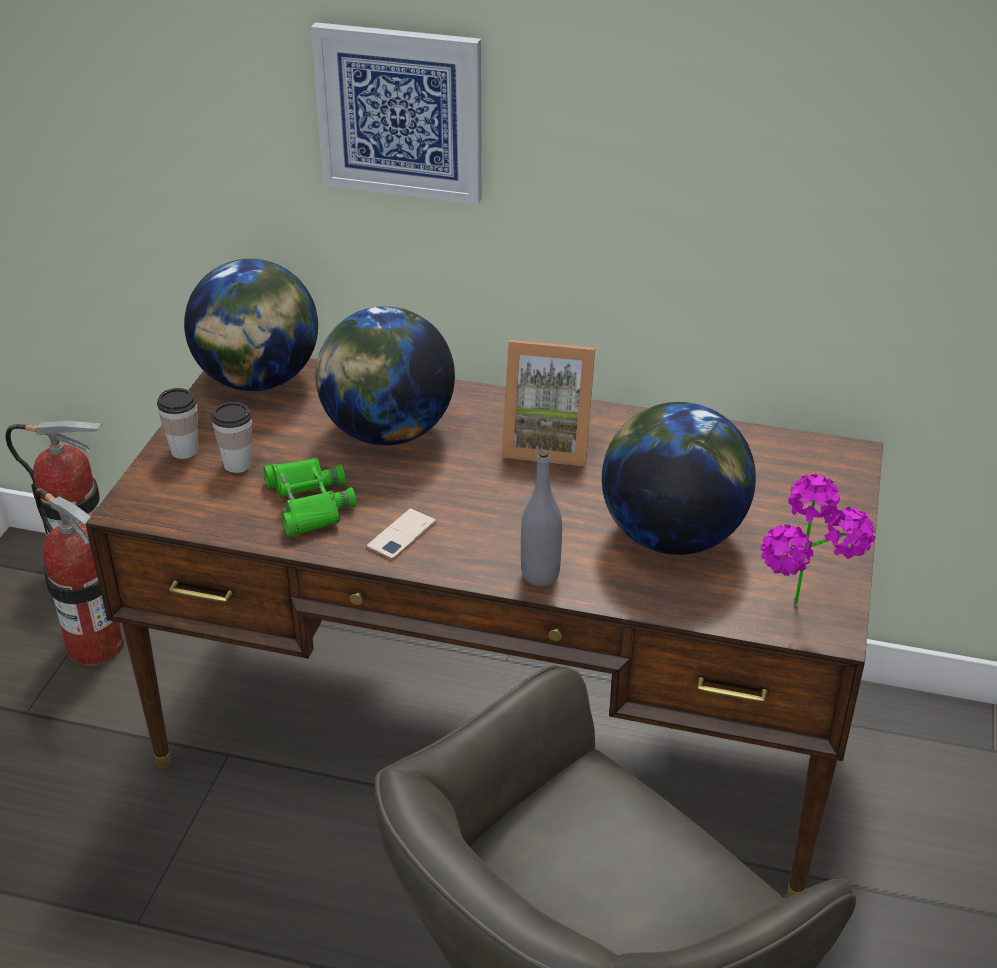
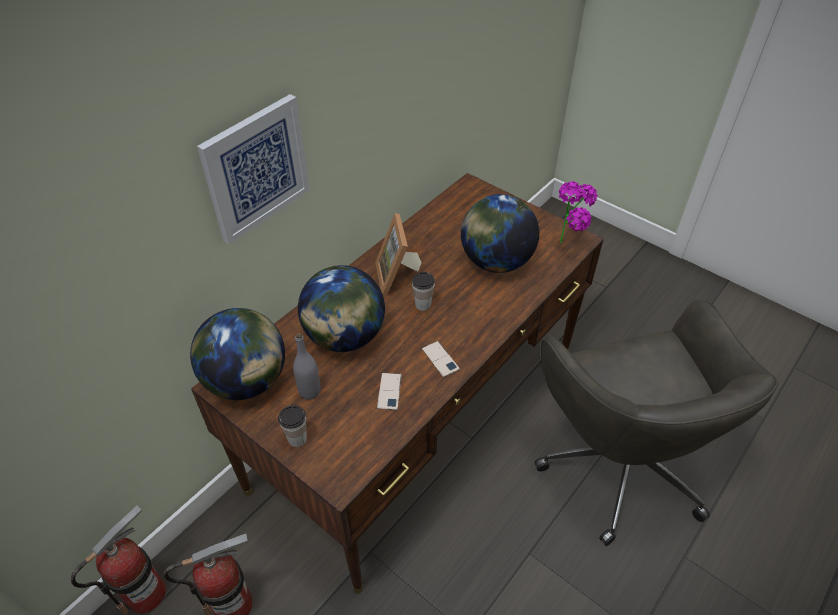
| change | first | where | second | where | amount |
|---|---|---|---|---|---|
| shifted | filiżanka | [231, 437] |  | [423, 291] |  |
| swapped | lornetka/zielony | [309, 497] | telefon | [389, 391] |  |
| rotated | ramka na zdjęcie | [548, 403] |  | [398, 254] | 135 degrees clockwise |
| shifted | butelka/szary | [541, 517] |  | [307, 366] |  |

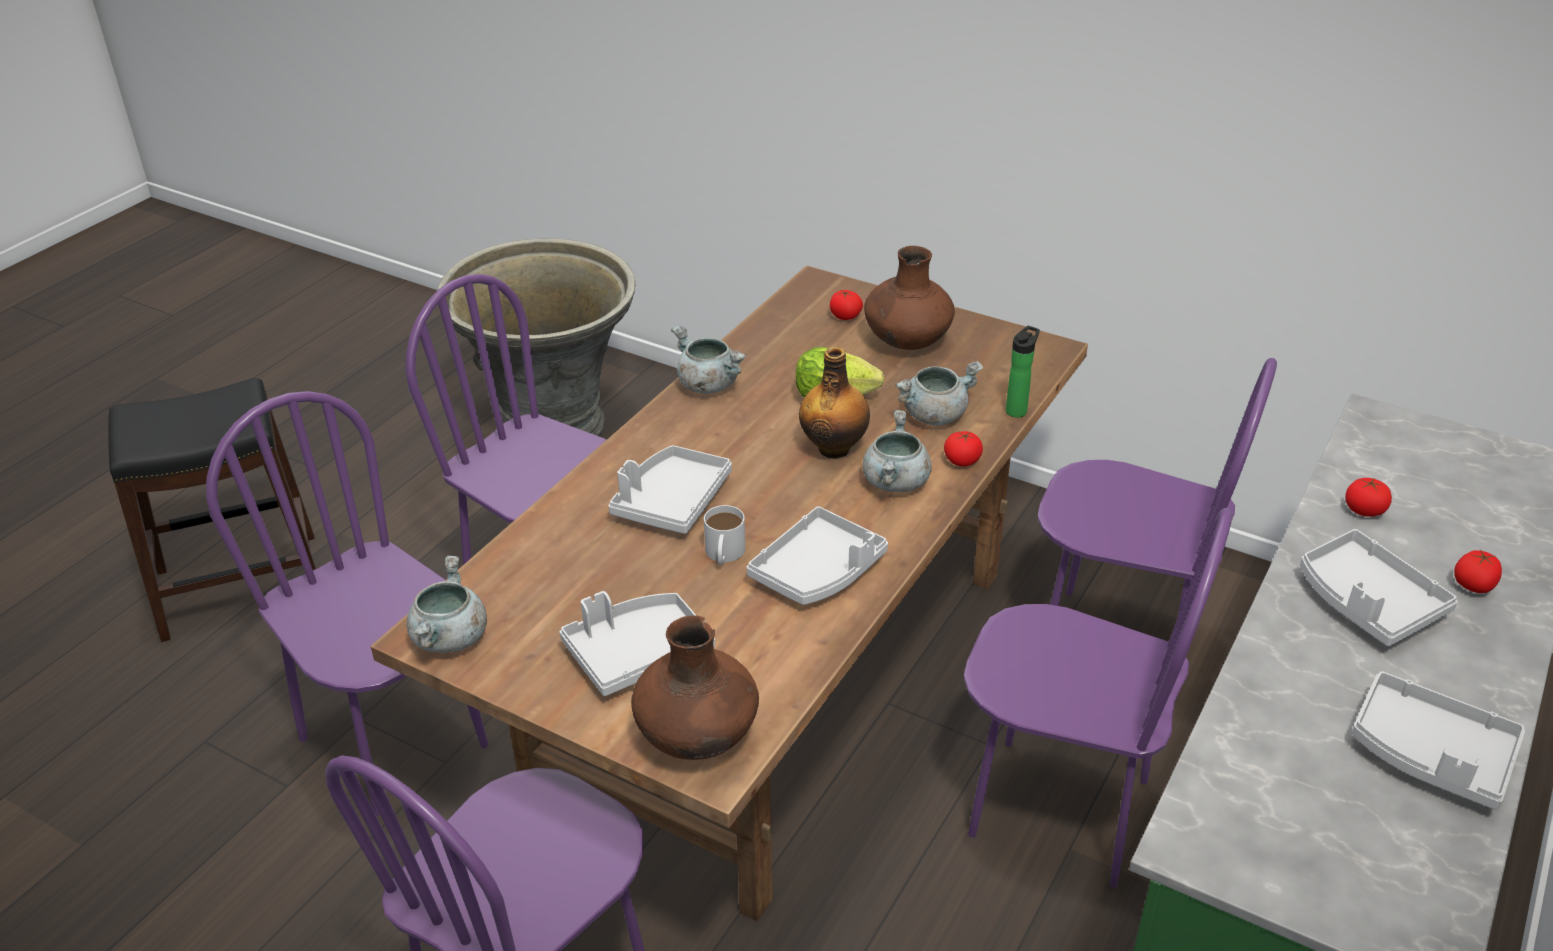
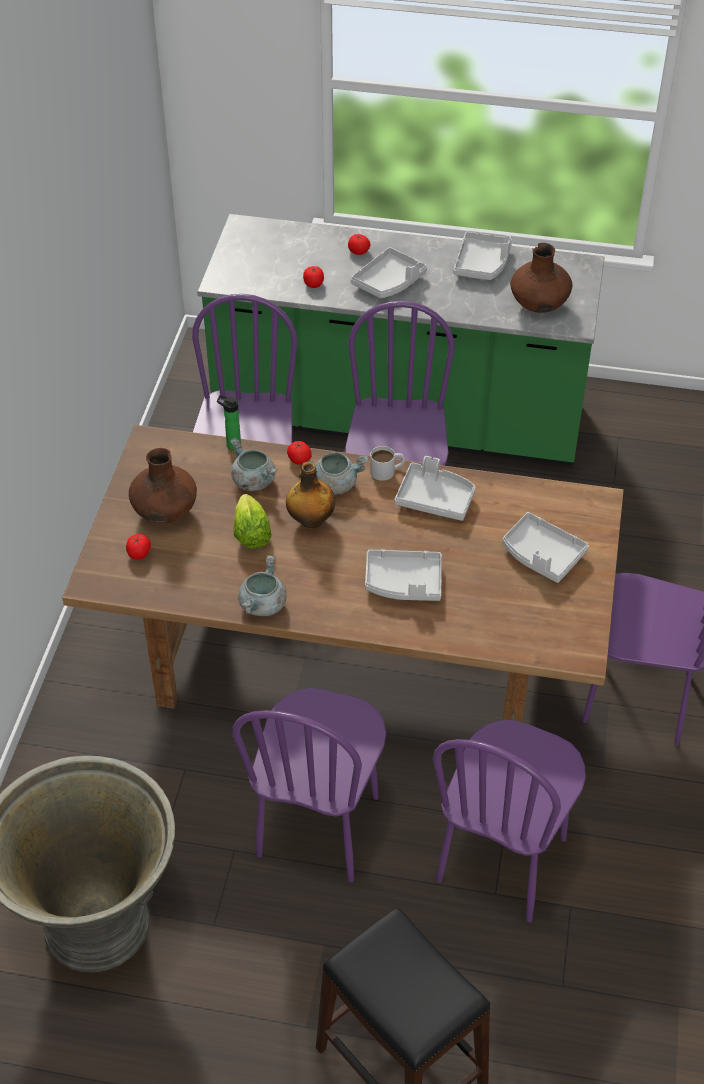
| change | first | where | second | where | amount |
|---|---|---|---|---|---|
| gone | garnek/szary | [446, 604] |  |  |  |
| shifted | wazon/brązowy | [695, 688] |  | [541, 278] |  |
| shifted | kubek/biały | [724, 535] |  | [387, 463] |  |

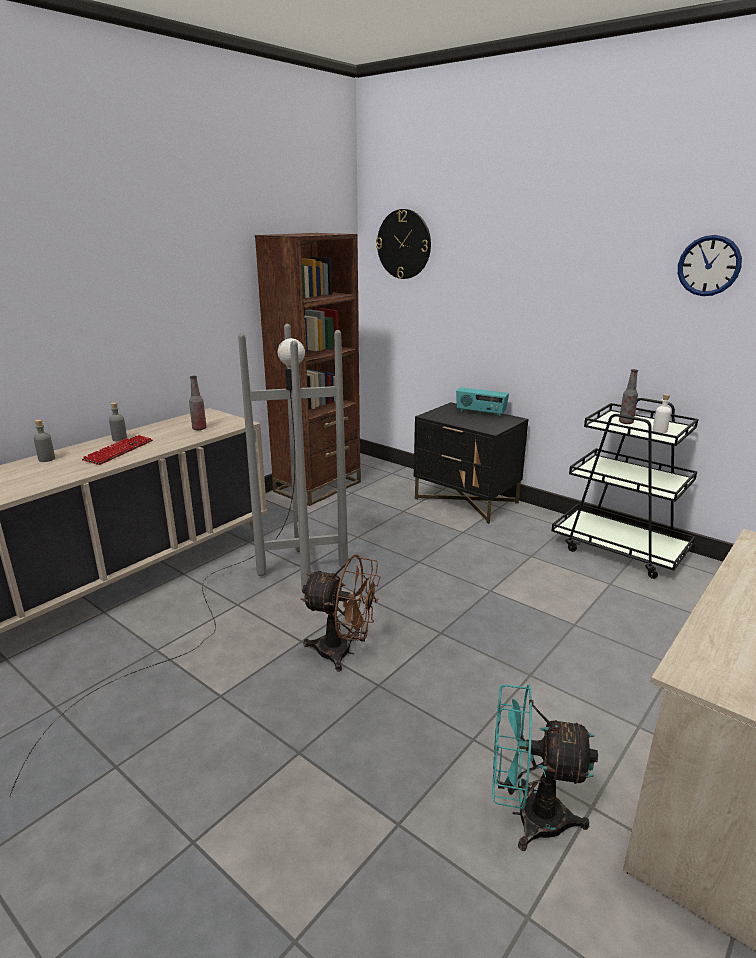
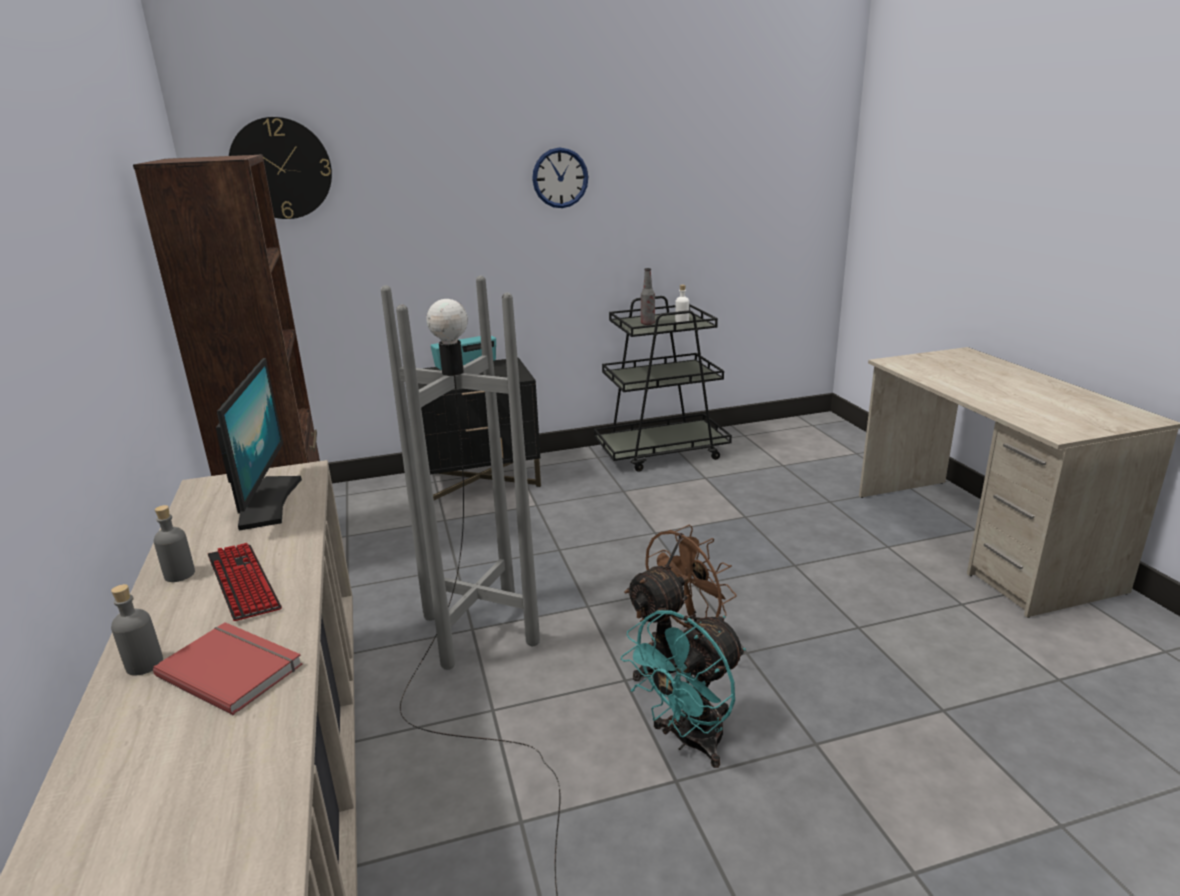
| change | first | where | second | where | amount |
|---|---|---|---|---|---|
| swapped | butelka | [198, 403] | monitor | [259, 444] |  |
| shifted | wentylator/turkusowy | [545, 767] |  | [683, 689] |  |
| shifted | zegar ścienny | [710, 265] |  | [560, 178] |  |
| new |  |  | książka/czerwony | [228, 668] |  |

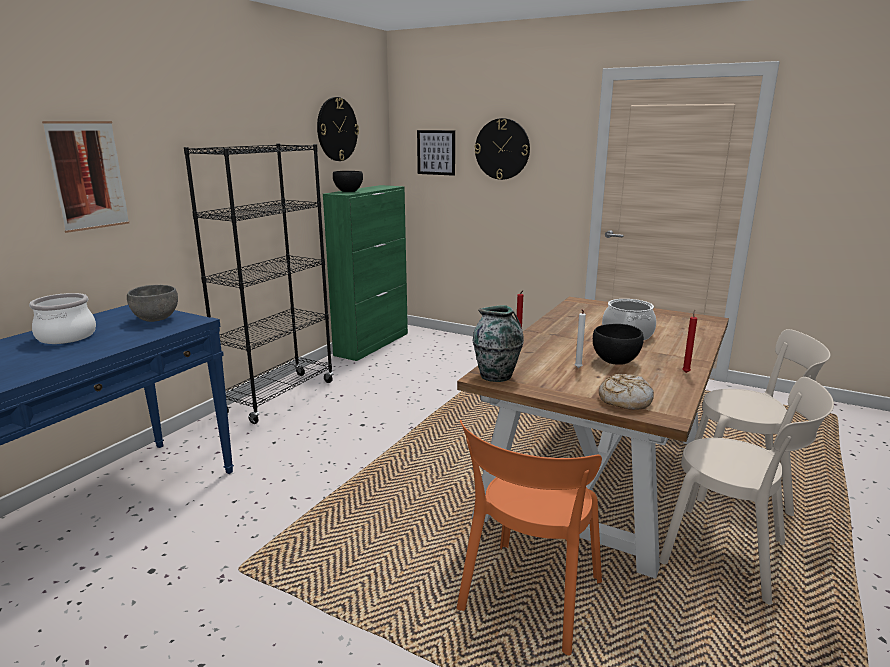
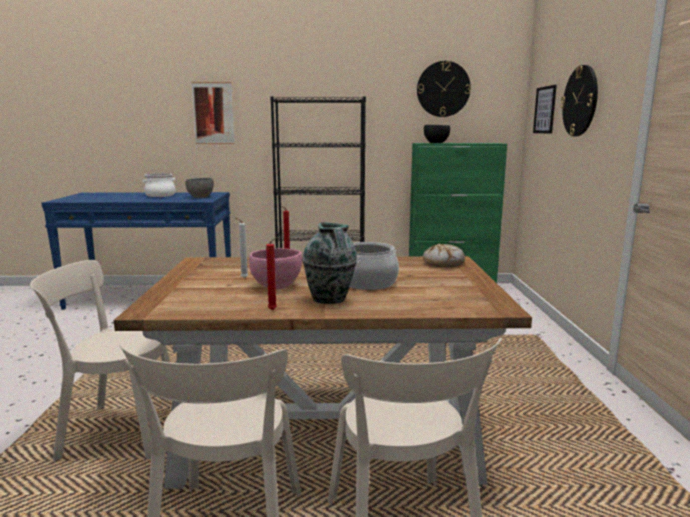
| change | first | where | second | where | amount |
|---|---|---|---|---|---|
| repainted | krzesło/pomarańczowy | [529, 537] | krzesło/beżowy | [100, 360] |  |
| shifted | wazon | [498, 343] |  | [329, 263] |  |
| repainted | miska/czarny | [618, 344] | miska/różowy | [275, 268] |  |
| shifted | chleb | [626, 392] |  | [444, 255] |  |

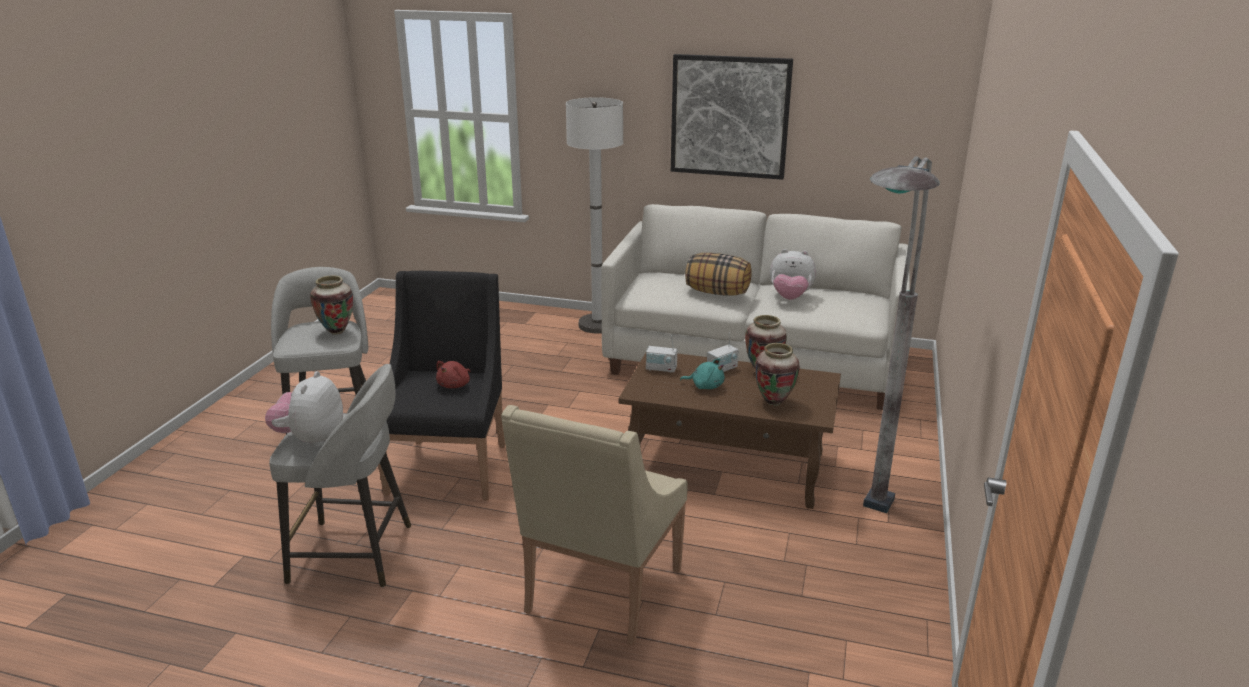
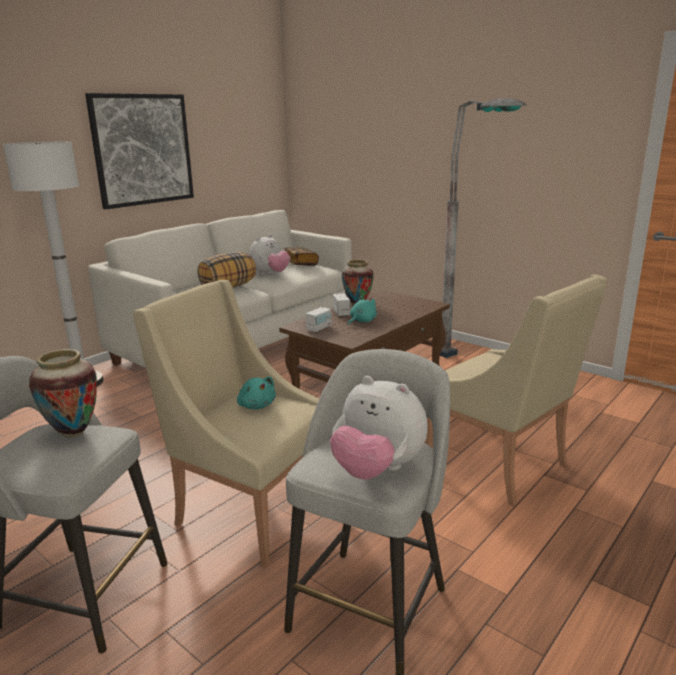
| change | first | where | second | where | amount |
|---|---|---|---|---|---|
| repainted | fotel/czarny | [441, 385] | fotel/beżowy | [226, 423] |  |
| repainted | pluszak/czerwony | [453, 374] | pluszak/turkusowy | [256, 393] |  |
| gone | wazon | [777, 374] |  |  |  |
| new |  |  | książka | [302, 256] |  |

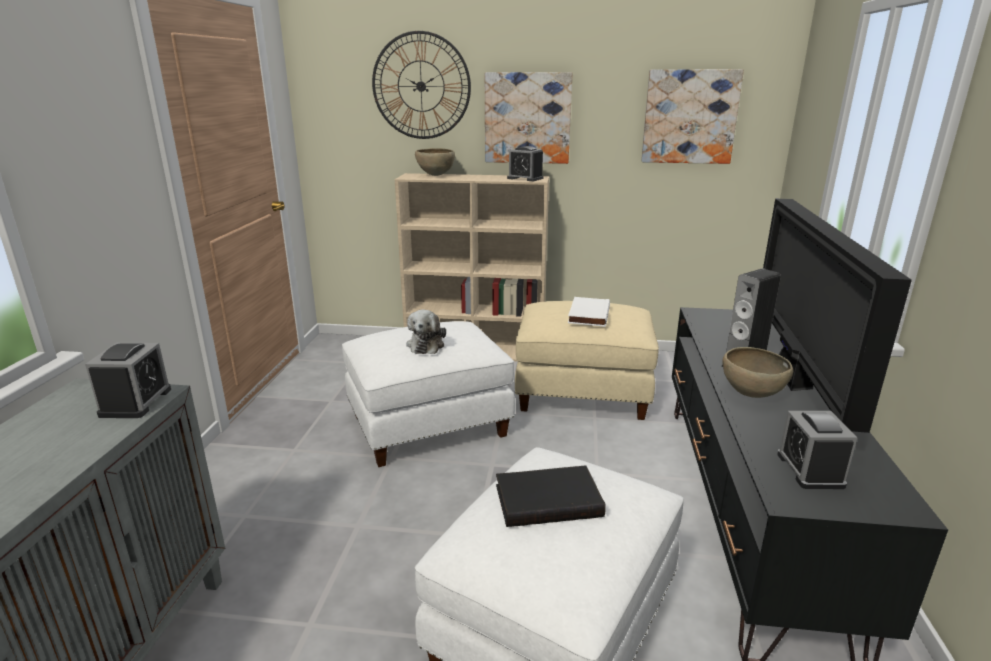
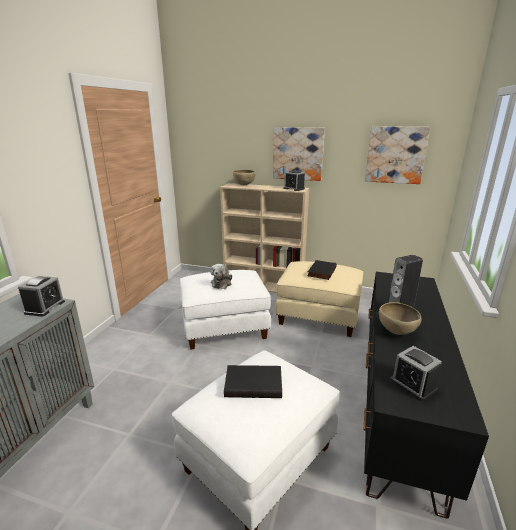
| change | first | where | second | where | amount |
|---|---|---|---|---|---|
| gone | zegar ścienny | [421, 85] |  |  |  |
| repainted | książka/biały | [589, 312] | książka/czarny | [322, 270] |  |
| gone | telewizor | [837, 316] |  |  |  |
| rotated | budzik | [817, 450] |  | [416, 374] | 45 degrees counterclockwise |

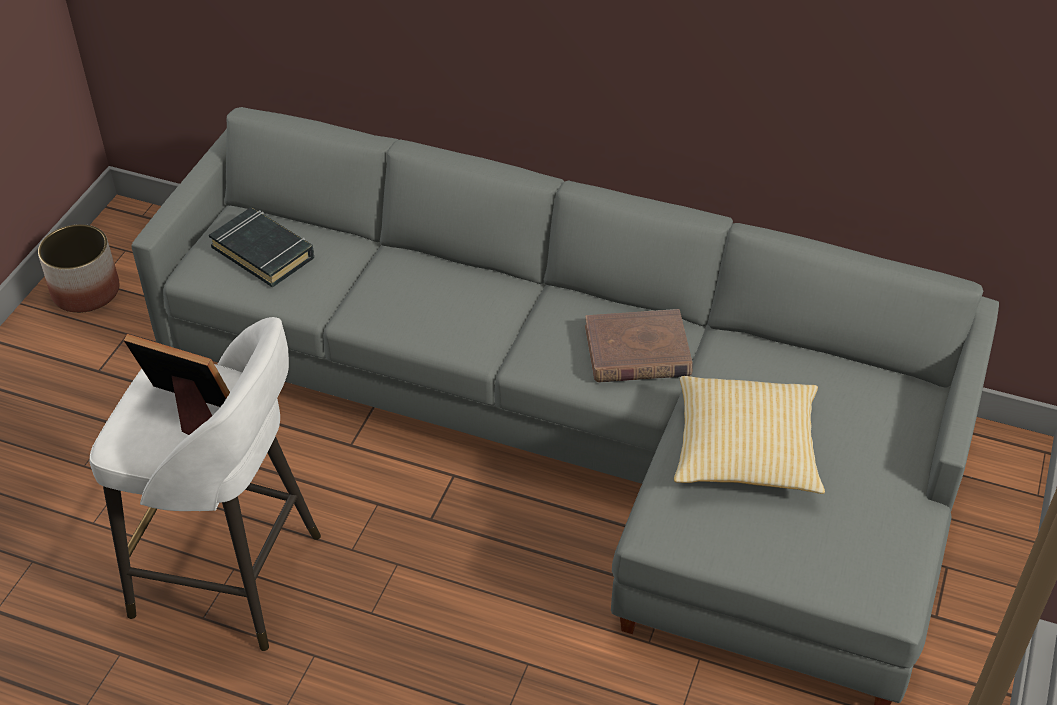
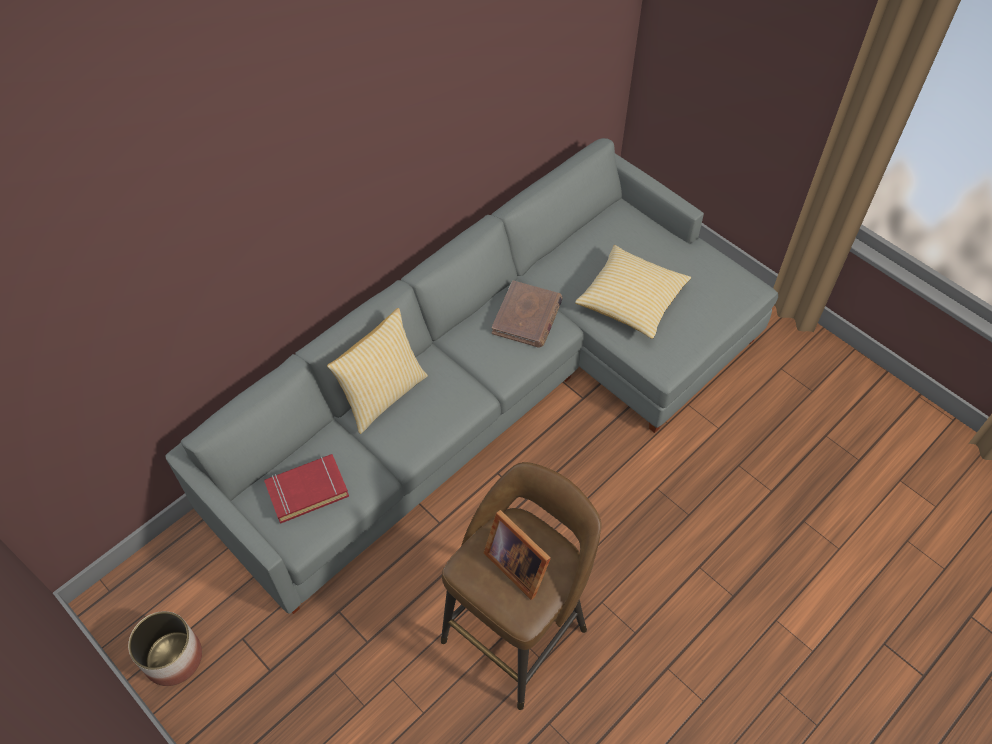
| change | first | where | second | where | amount |
|---|---|---|---|---|---|
| repainted | stołek/biały | [205, 484] | stołek/brązowy | [521, 586] |  |
| rotated | ramka na zdjęcie | [176, 384] |  | [517, 555] | 90 degrees counterclockwise |
| repainted | książka/czarny | [261, 247] | książka/czerwony | [306, 489] |  |
| new |  |  | poduszka | [377, 371] |  |

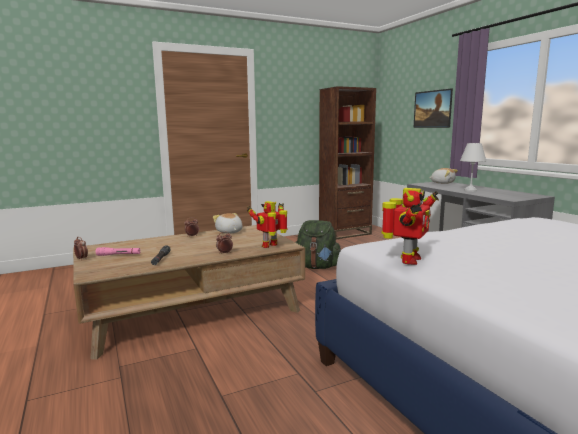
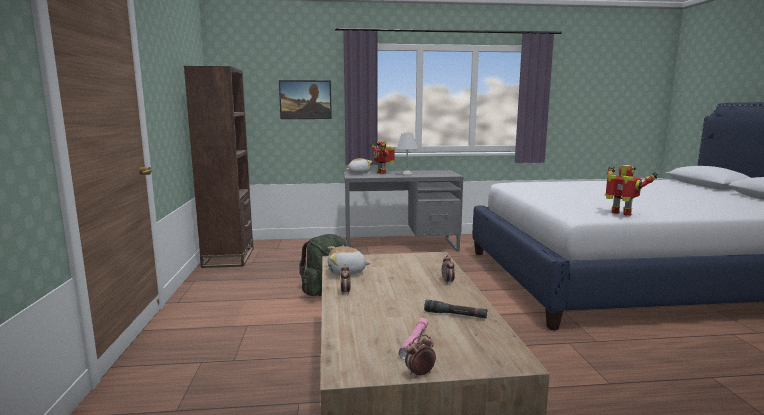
| change | first | where | second | where | amount |
|---|---|---|---|---|---|
| shifted | robot zabawkowy | [267, 224] |  | [382, 157] |  |

